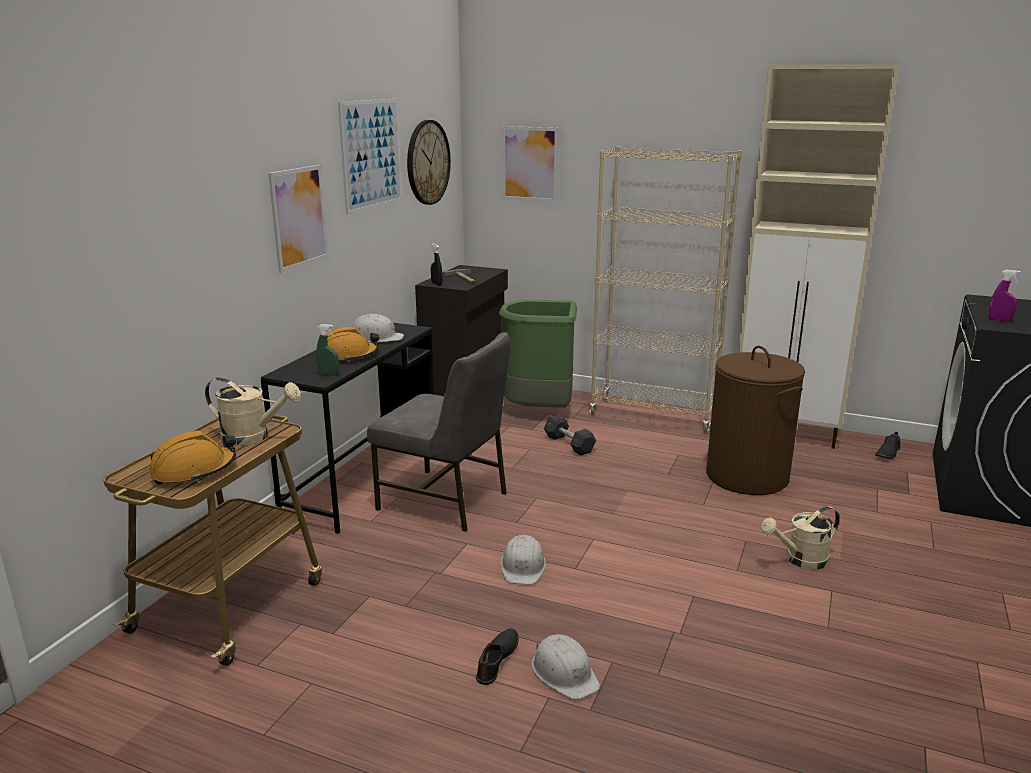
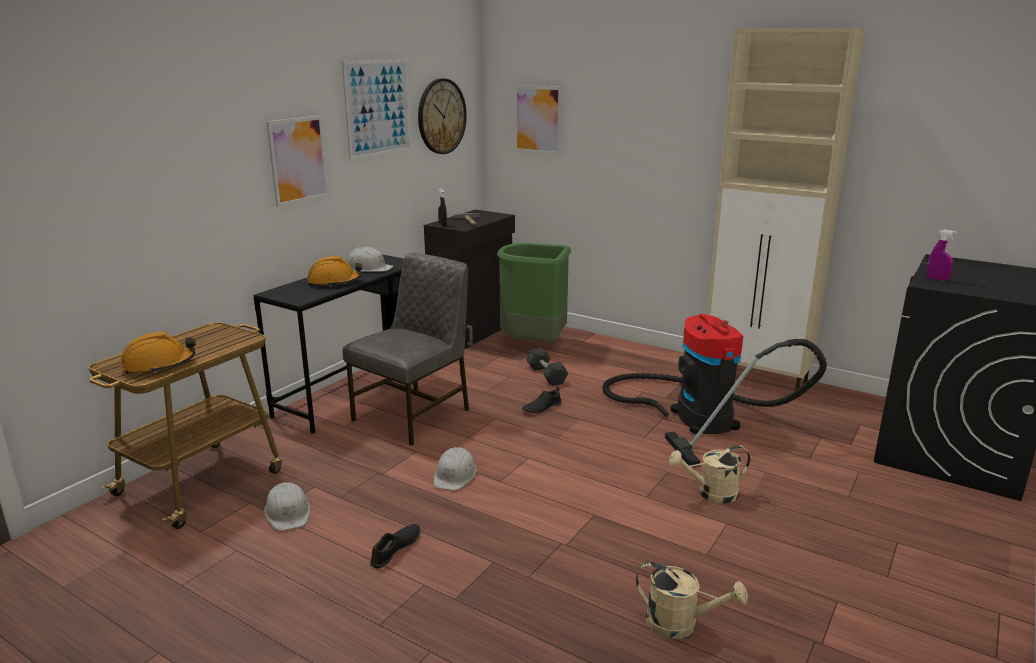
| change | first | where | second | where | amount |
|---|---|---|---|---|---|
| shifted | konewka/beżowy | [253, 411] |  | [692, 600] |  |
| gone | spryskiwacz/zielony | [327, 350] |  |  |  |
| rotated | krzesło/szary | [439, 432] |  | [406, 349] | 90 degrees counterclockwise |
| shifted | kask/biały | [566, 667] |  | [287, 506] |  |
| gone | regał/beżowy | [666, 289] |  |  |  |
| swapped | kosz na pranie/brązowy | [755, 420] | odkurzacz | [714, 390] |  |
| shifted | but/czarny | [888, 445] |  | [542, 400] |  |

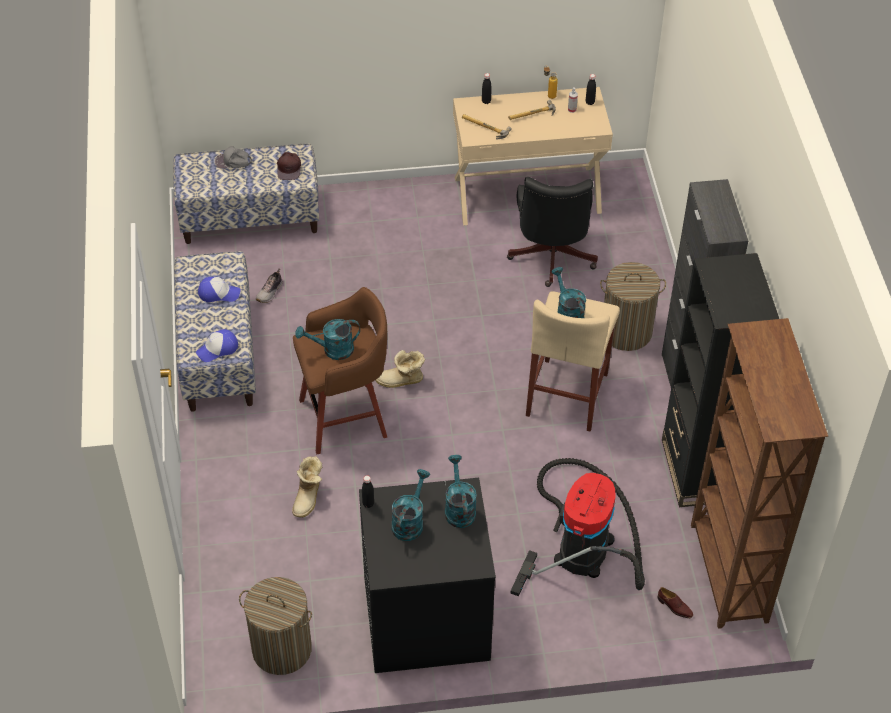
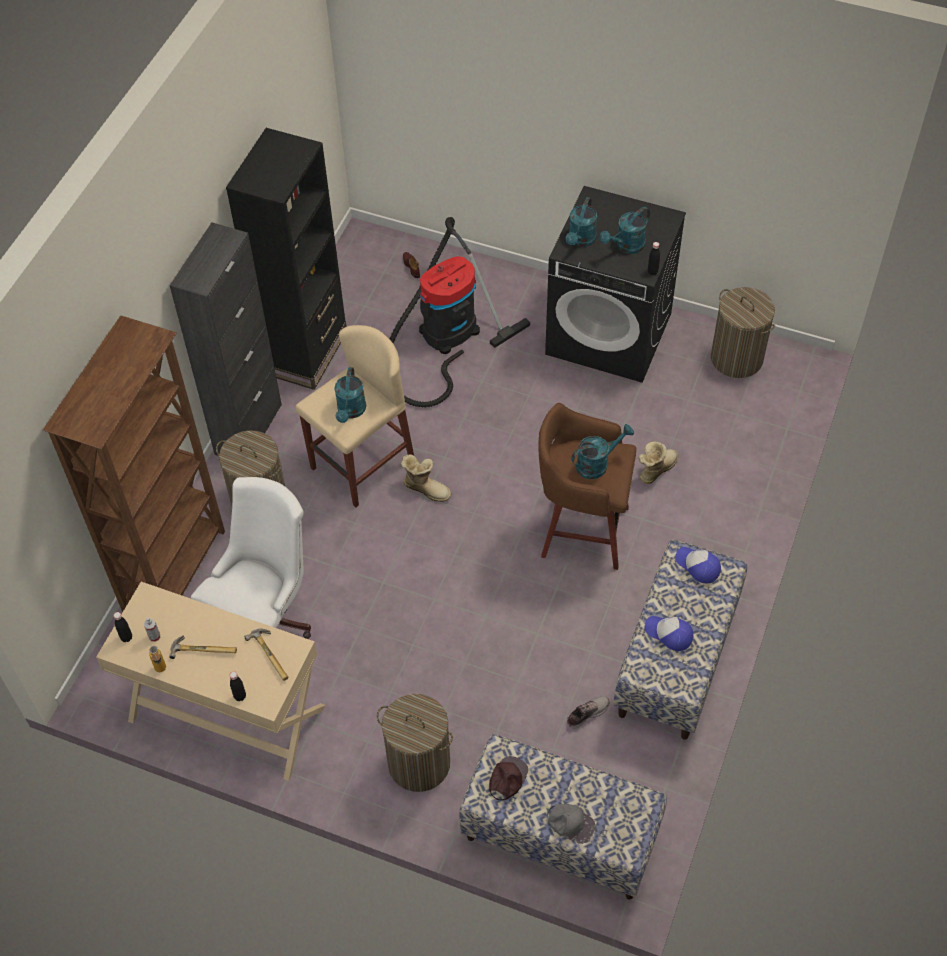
| change | first | where | second | where | amount |
|---|---|---|---|---|---|
| rotated | czapka z daszkiem | [217, 345] |  | [698, 565] | 135 degrees counterclockwise |
| rotated | konewka/turkusowy | [327, 339] |  | [602, 451] | 45 degrees counterclockwise |
| shifted | but z cholewką | [400, 369] |  | [426, 478] |  |
| repainted | krzesło biurowe/czarny | [552, 232] | krzesło biurowe/biały | [251, 558] |  |
| shifted | regał/brązowy | [759, 473] |  | [134, 463] |  |
| new |  |  | kosz na pranie | [415, 743] |  |

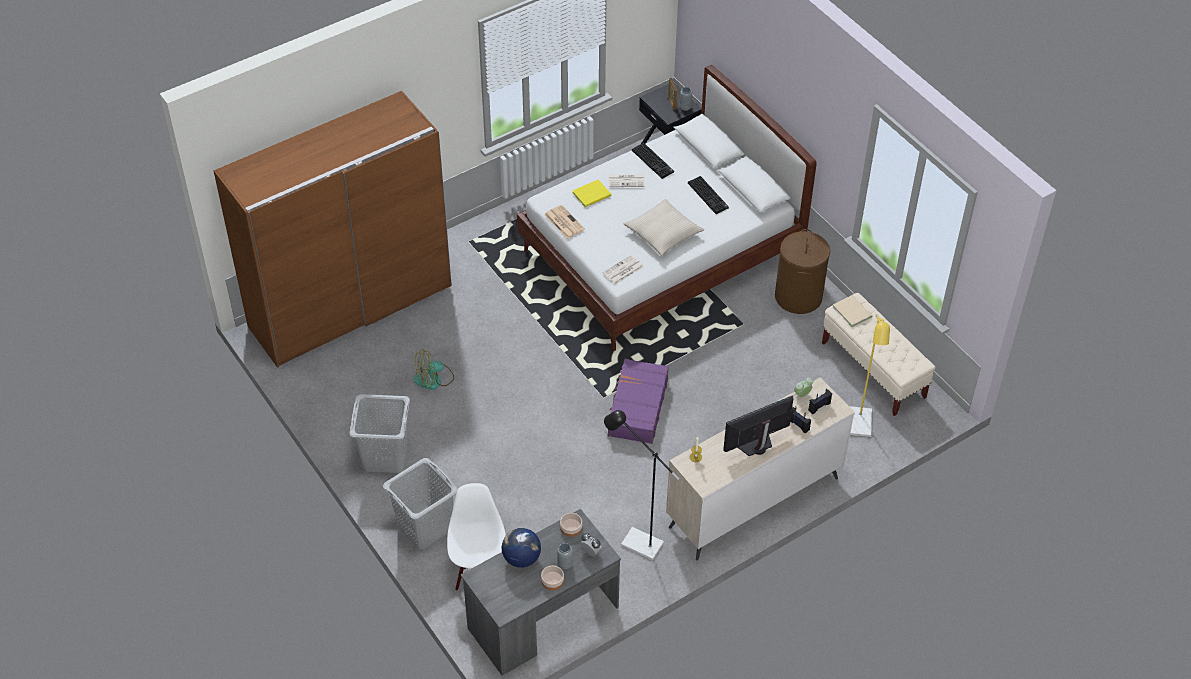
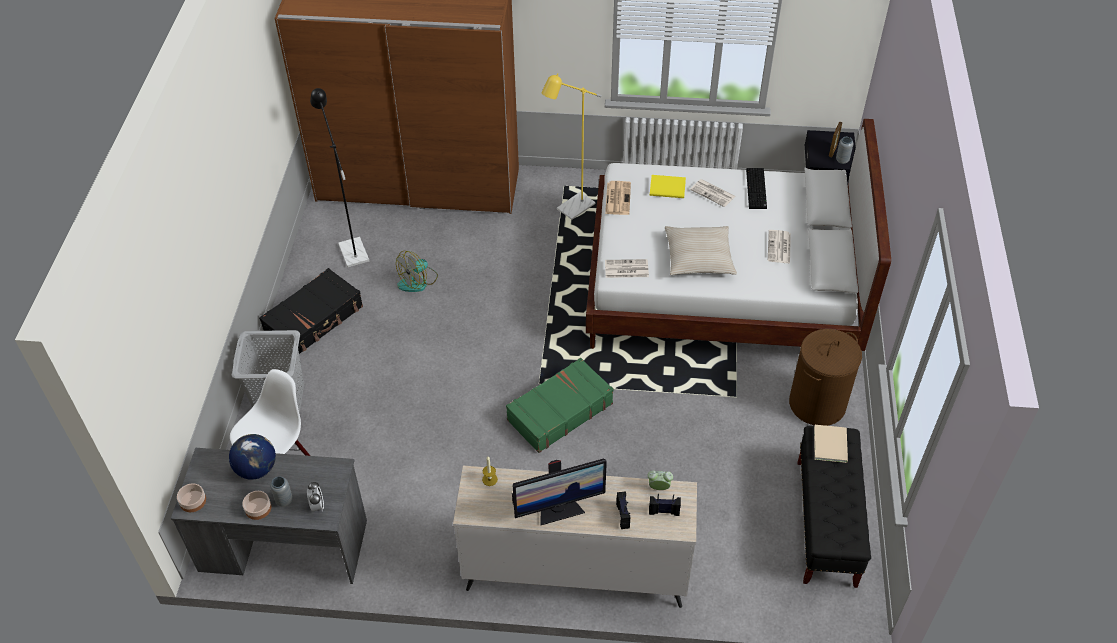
| change | first | where | second | where | amount |
|---|---|---|---|---|---|
| swapped | kosz na pranie/szary | [379, 433] | walizka/czarny | [311, 311] |  |
| rotated | wentylator | [434, 369] |  | [417, 271] | 60 degrees counterclockwise |
| shifted | miska | [571, 525] |  | [191, 497] |  |
| shifted | lampa stojąca/czarny | [641, 485] |  | [339, 177] |  |
| repainted | walizka/fioletowy | [637, 401] | walizka/zielony | [560, 405] |  |
| swapped | klawiatura | [708, 195] | gazeta | [779, 246] |  |
| rotated | monitor | [758, 425] |  | [559, 491] | 150 degrees clockwise |
| repainted | ławka/beżowy | [879, 354] | ławka/czarny | [834, 507] |  |
| shifted | lampa stojąca/żółty | [870, 375] |  | [572, 146] |  |

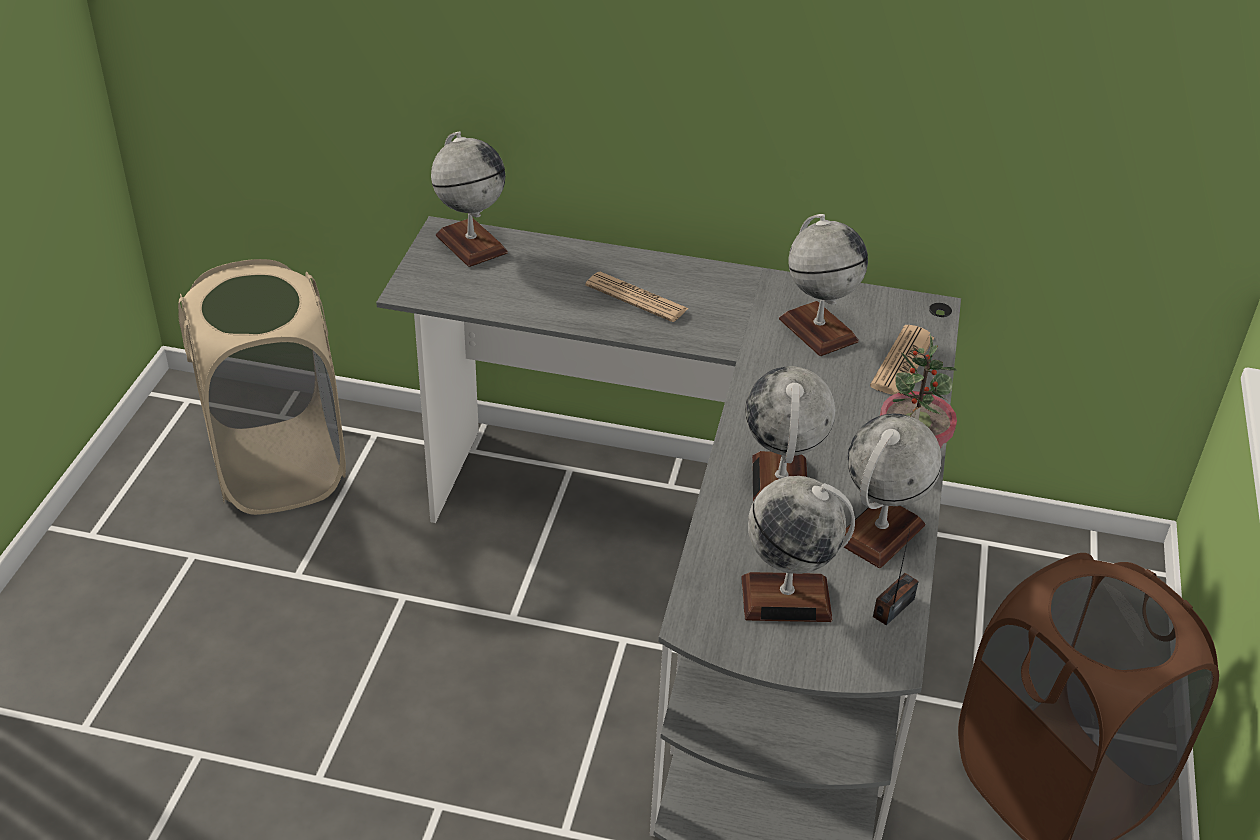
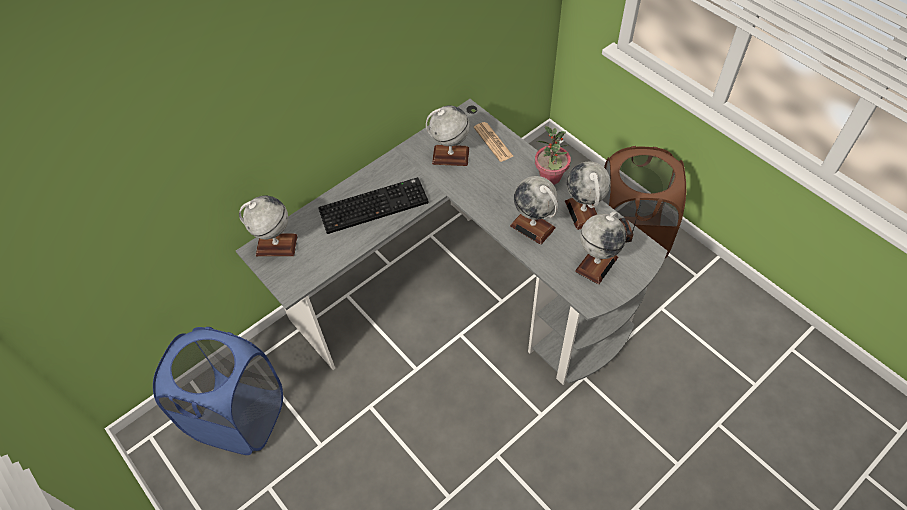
| change | first | where | second | where | amount |
|---|---|---|---|---|---|
| repainted | kosz na pranie/beżowy | [262, 387] | kosz na pranie/niebieski | [218, 391] |  |
| swapped | gazeta | [637, 297] | klawiatura | [373, 205] |  |

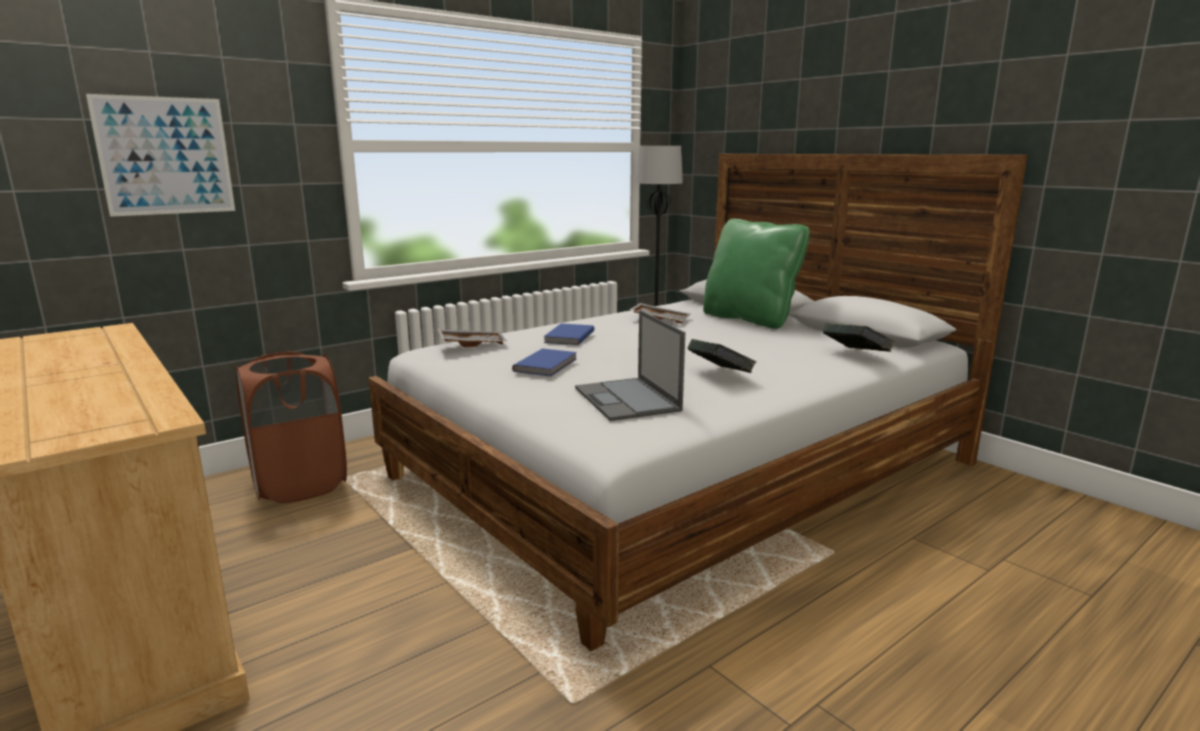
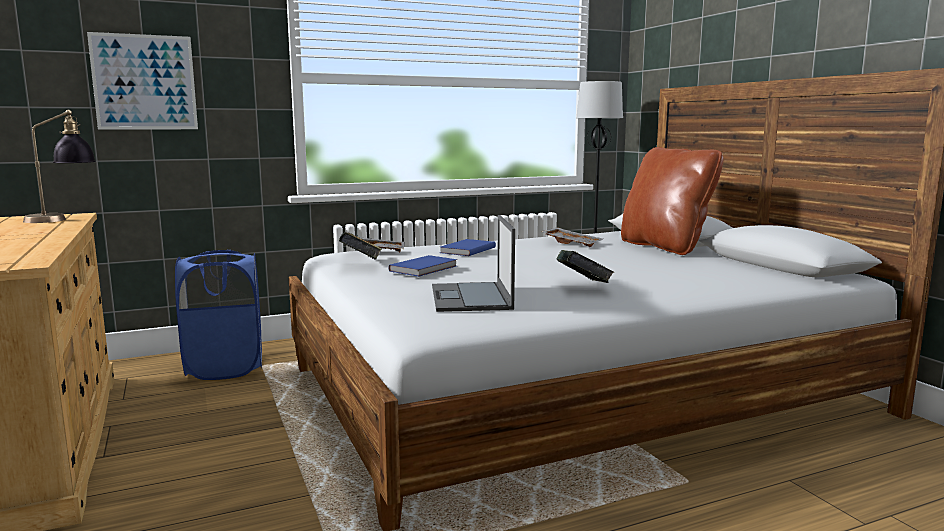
| change | first | where | second | where | amount |
|---|---|---|---|---|---|
| repainted | kosz na pranie/brązowy | [291, 427] | kosz na pranie/niebieski | [218, 315] |  |
| repainted | poduszka/zielony | [756, 274] | poduszka/brązowy | [672, 201] |  |
| shifted | książka | [858, 337] |  | [360, 246] |  |
| new |  |  | lampa stołowa | [59, 166] |  |

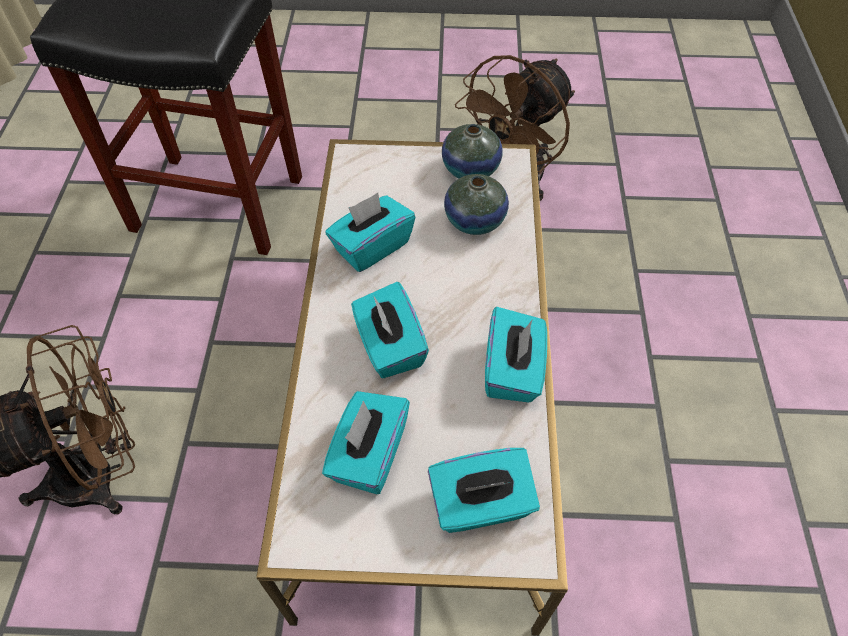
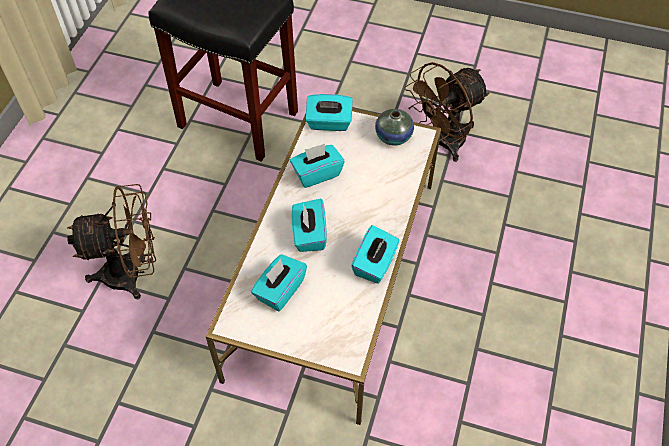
| change | first | where | second | where | amount |
|---|---|---|---|---|---|
| shifted | pudełko chusteczek/turkusowy | [484, 490] |  | [329, 112] |  |
| gone | wazon | [476, 204] |  |  |  |

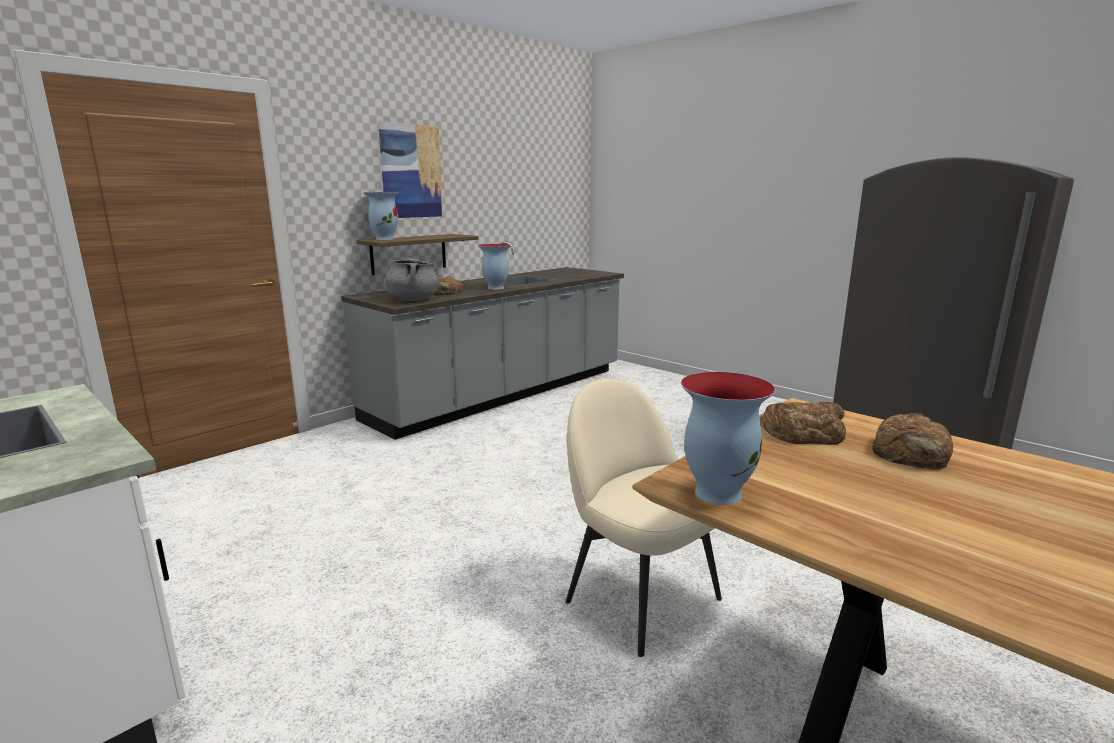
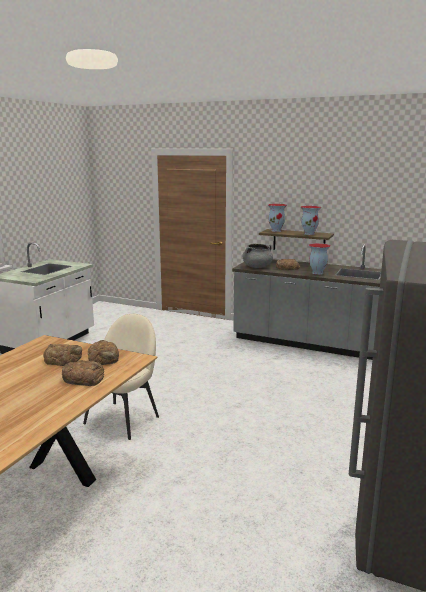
| change | first | where | second | where | amount |
|---|---|---|---|---|---|
| gone | obraz | [410, 169] |  |  |  |
| shifted | wazon | [728, 438] |  | [311, 220] |  |
| new |  |  | chleb | [62, 355] |  |

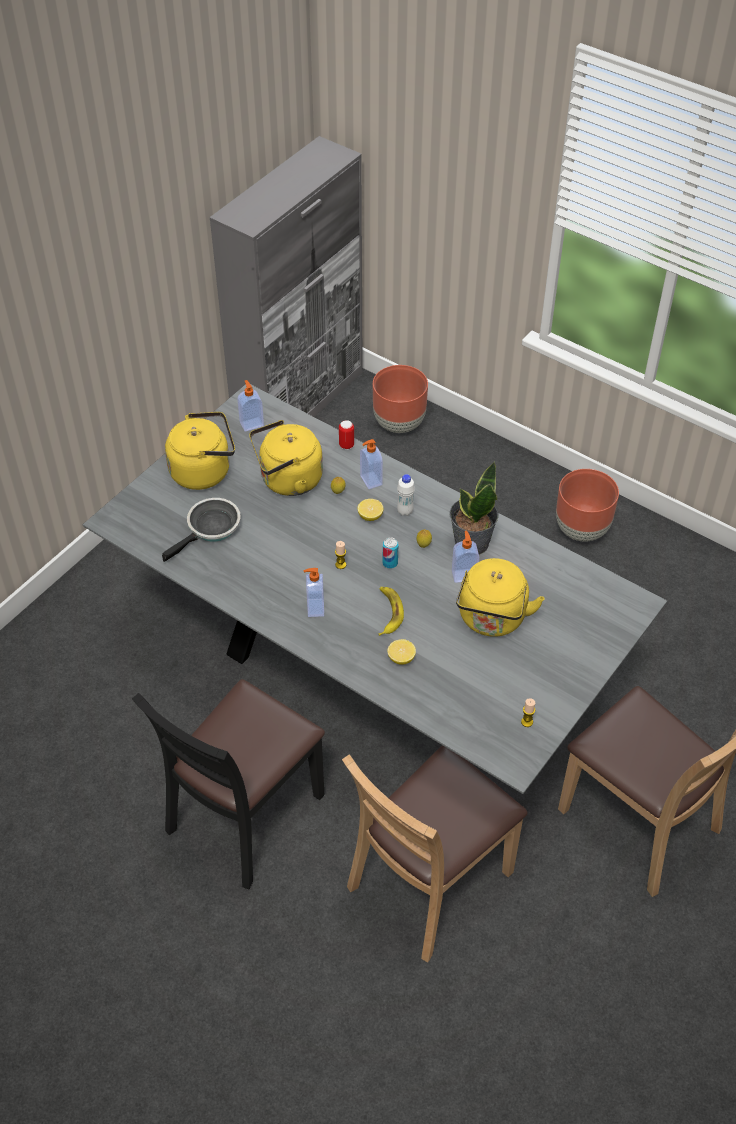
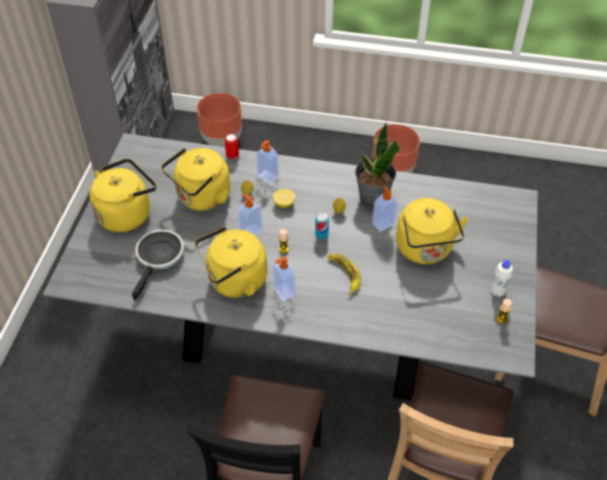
| change | first | where | second | where | amount |
|---|---|---|---|---|---|
| shifted | dozownik mydła | [250, 405] |  | [250, 214] |  |
| gone | cytryna | [401, 652] |  |  |  |
| shifted | butelka/biały | [406, 495] |  | [502, 278] |  |
| new |  |  | czajnik/żółty | [231, 262] |  |

